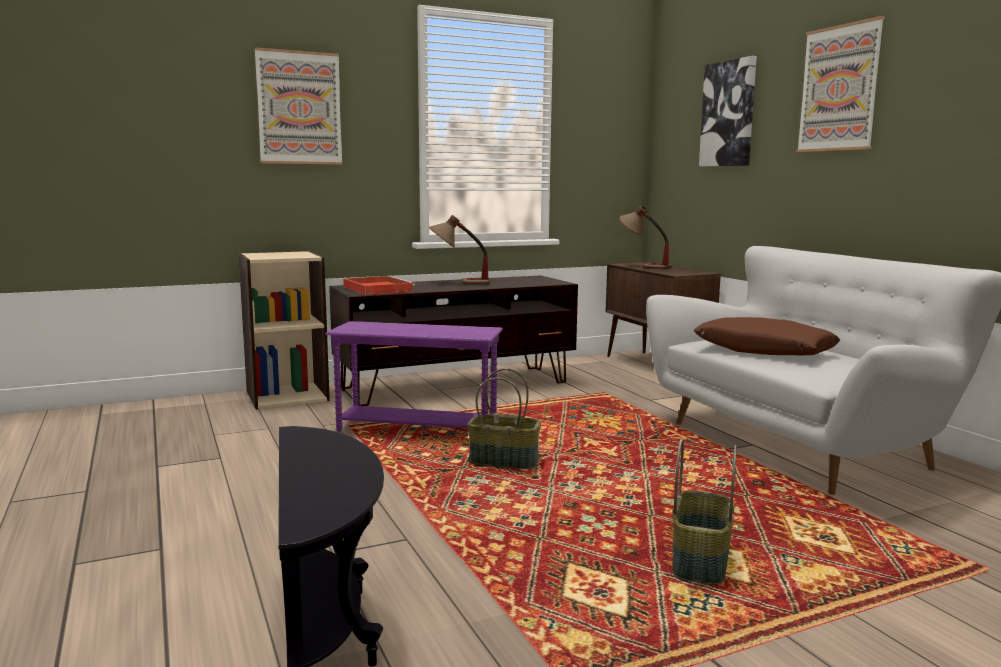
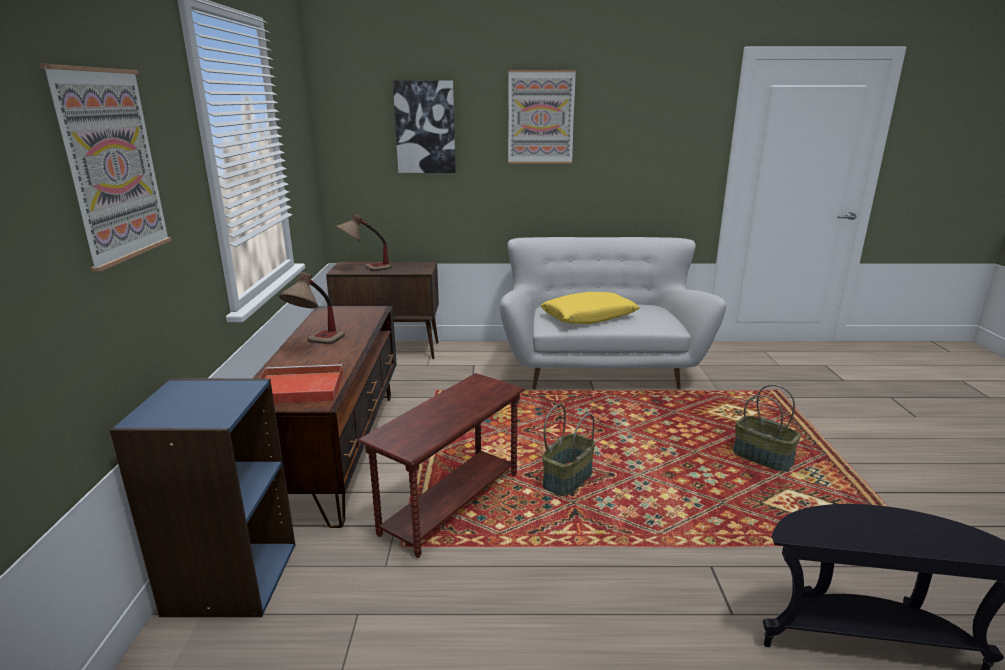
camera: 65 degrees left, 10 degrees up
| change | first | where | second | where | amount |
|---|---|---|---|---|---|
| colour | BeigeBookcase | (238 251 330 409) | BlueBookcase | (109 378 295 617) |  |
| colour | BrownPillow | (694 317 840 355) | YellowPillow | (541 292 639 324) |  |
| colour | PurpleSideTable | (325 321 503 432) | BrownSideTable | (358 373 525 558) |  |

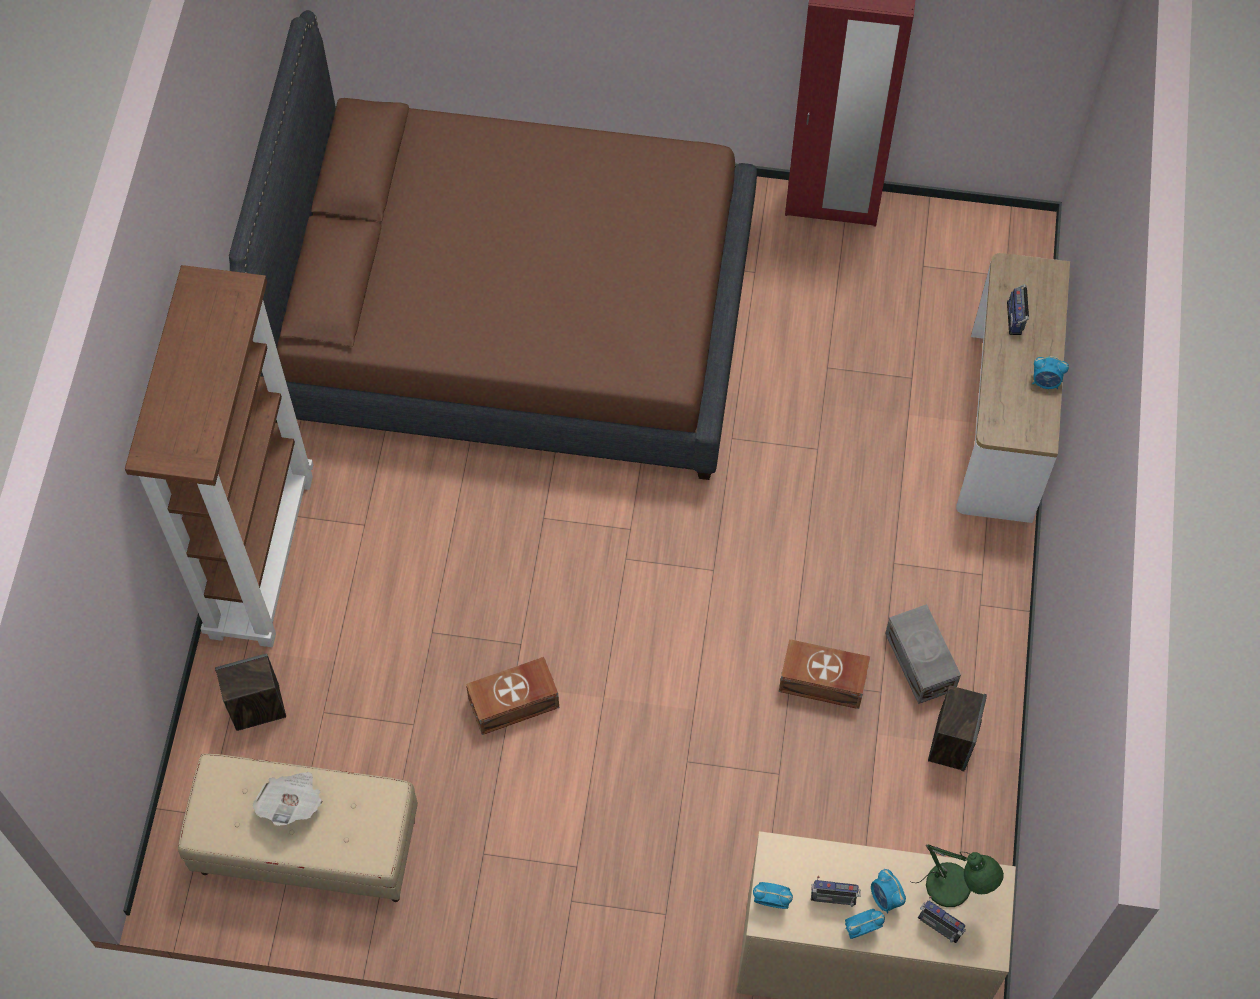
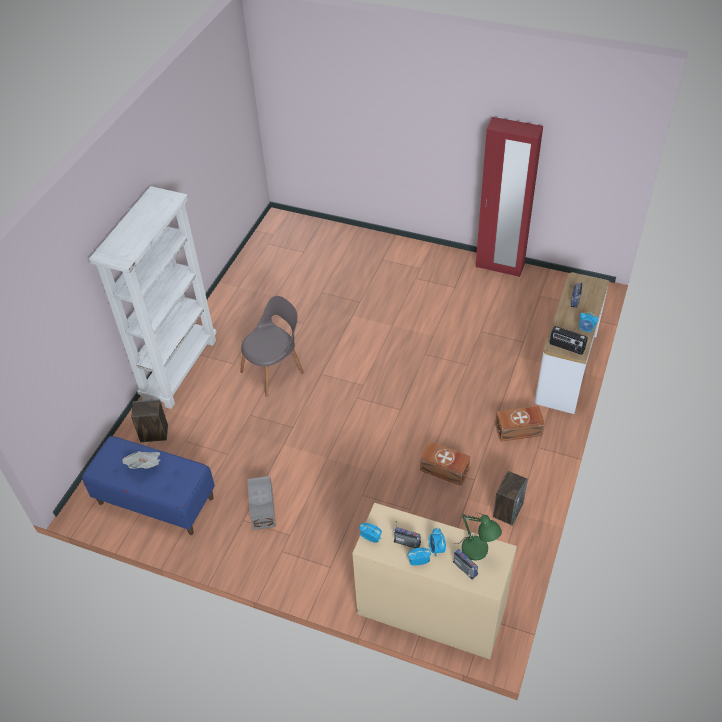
camera: 15 degrees right, 15 degrees down
| change | first | where | second | where | amount |
|---|---|---|---|---|---|
| missing | BrownBed | (229 10 757 480) |  |  |  |
| colour | BrownBookcase | (125 265 314 647) | WhiteBookcase | (89 186 217 409) |  |
| relocated | GreyStorageBox | (885 604 961 704) |  | (247 476 276 530) |  |
| relocated | BrownStorageBox | (466 657 559 735) |  | (495 406 545 442) |  |
| colour | BeigeBench | (178 754 418 902) | BlueBench | (82 436 215 535) |  |
| appeared |  |  | GreyChair | (240 296 304 397) |  |
| appeared |  |  | Radio | (550 326 588 355) |  |

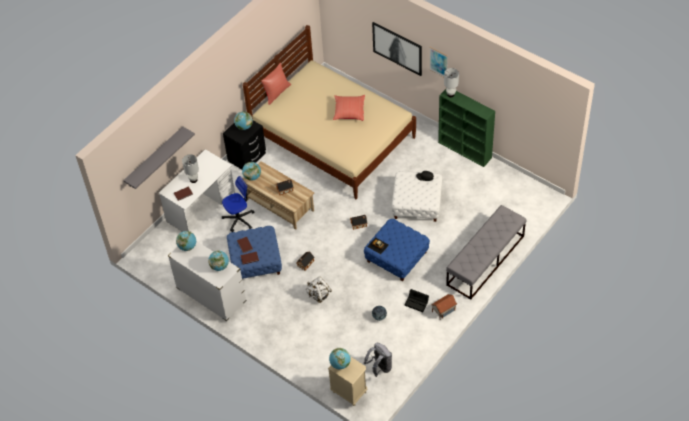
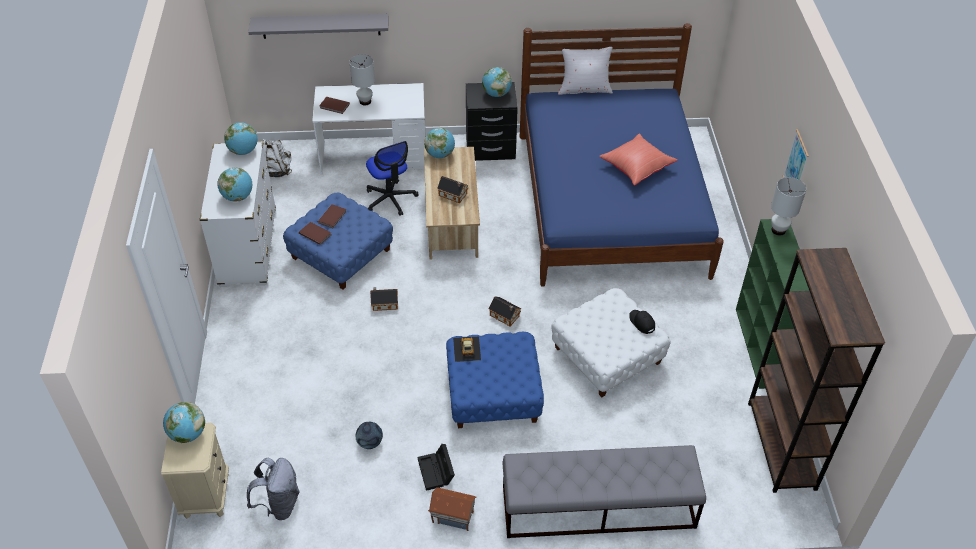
camera: 45 degrees right, 5 degrees down
| change | first | where | second | where | amount |
|---|---|---|---|---|---|
| missing | Picture | (372 22 422 76) |  |  |  |
| colour | BeigeBed | (243 25 416 199) | BlueBed | (520 23 724 287) |  |
| colour | RedPillow | (261 63 291 105) | WhitePillow | (558 47 613 95) |  |
| spun | OfficeChair | (222 176 255 232) |  | (366 141 419 216) | 45 degrees clockwise |
| relocated | WhiteBackpack | (306 276 332 303) |  | (262 139 292 177) |  |
| appeared |  |  | BrownBookcase | (748 248 885 493) |  |

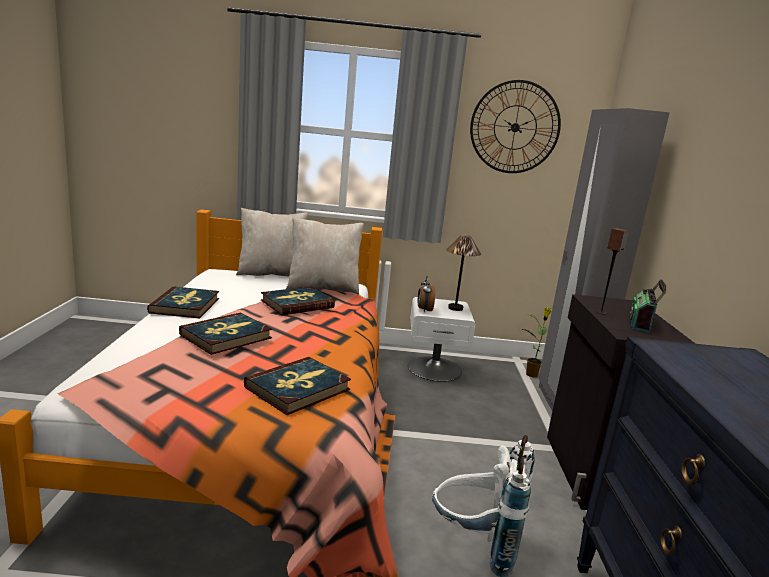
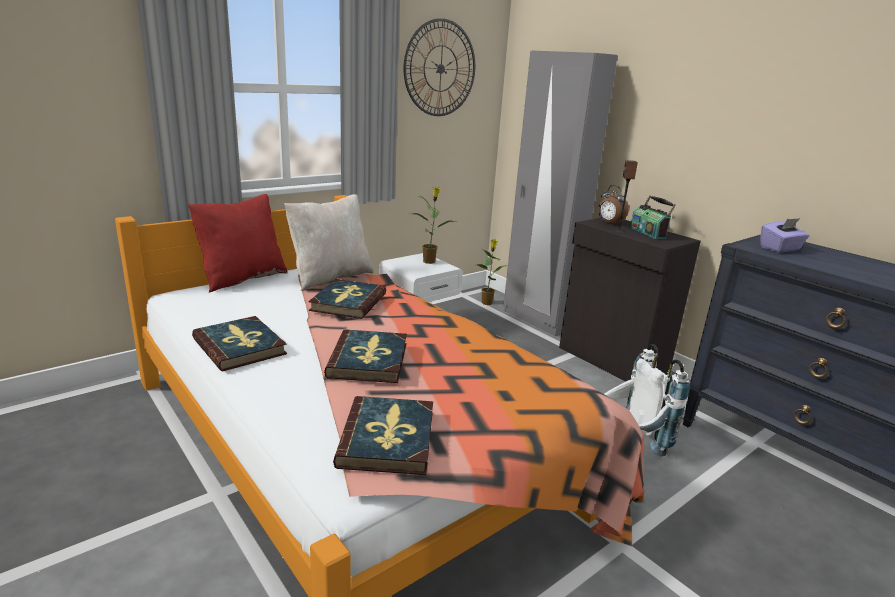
camera: 40 degrees left, 5 degrees up
| change | first | where | second | where | amount |
|---|---|---|---|---|---|
| colour | BeigePillow | (236 208 308 277) | RedPillow | (188 194 287 293) |  |
| exchanged | TableLamp | (446 235 481 311) | PottedPlant | (413 187 455 264) |  |
| relocated | AlarmClock | (418 276 435 313) |  | (598 185 629 226) |  |
| relocated | Book | (244 357 351 415) |  | (333 396 433 475) |  |
| appeared |  |  | PurpleTissueBox | (761 218 809 253) |  |

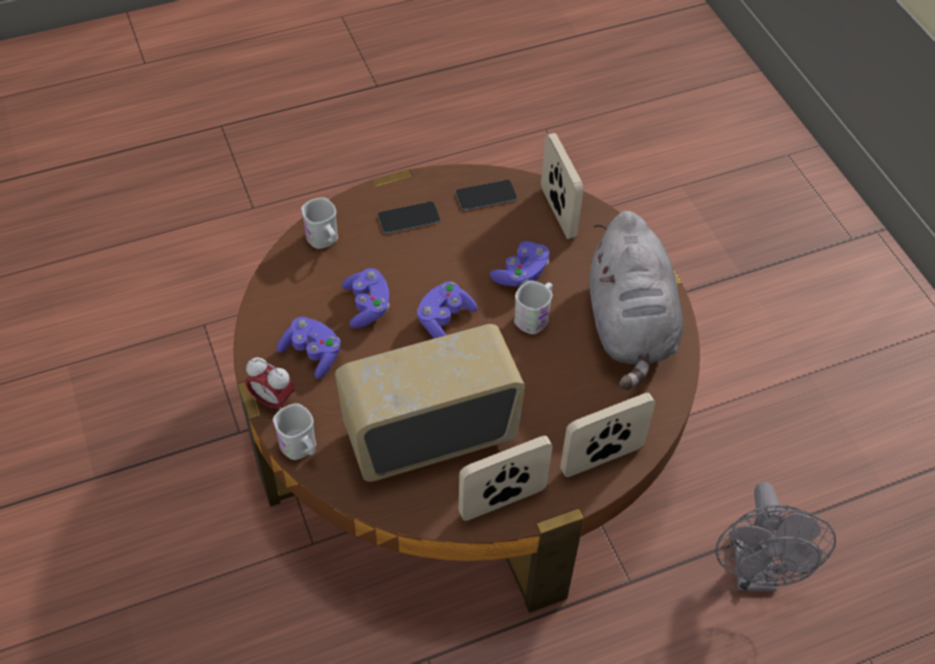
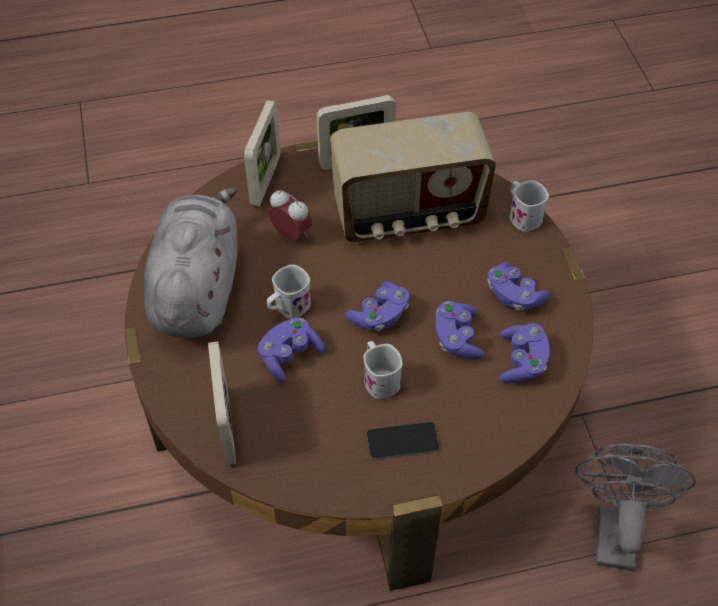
camera: 170 degrees left, 0 degrees up
| change | first | where | second | where | amount |
|---|---|---|---|---|---|
| missing | Phone | (456 180 517 210) |  |  |  |
| relocated | WhiteMug | (301 197 338 249) |  | (364 341 403 399) |  |
| relocated | AlarmClock | (246 357 295 410) |  | (268 190 312 240) |  |
| spun | PictureFrame | (560 393 655 477) |  | (244 100 280 207) | 60 degrees counterclockwise |
| relocated | GreyFan | (715 482 836 591) |  | (575 443 696 571) |  |
| appeared |  |  | PurpleGameController | (500 323 549 383) |  |

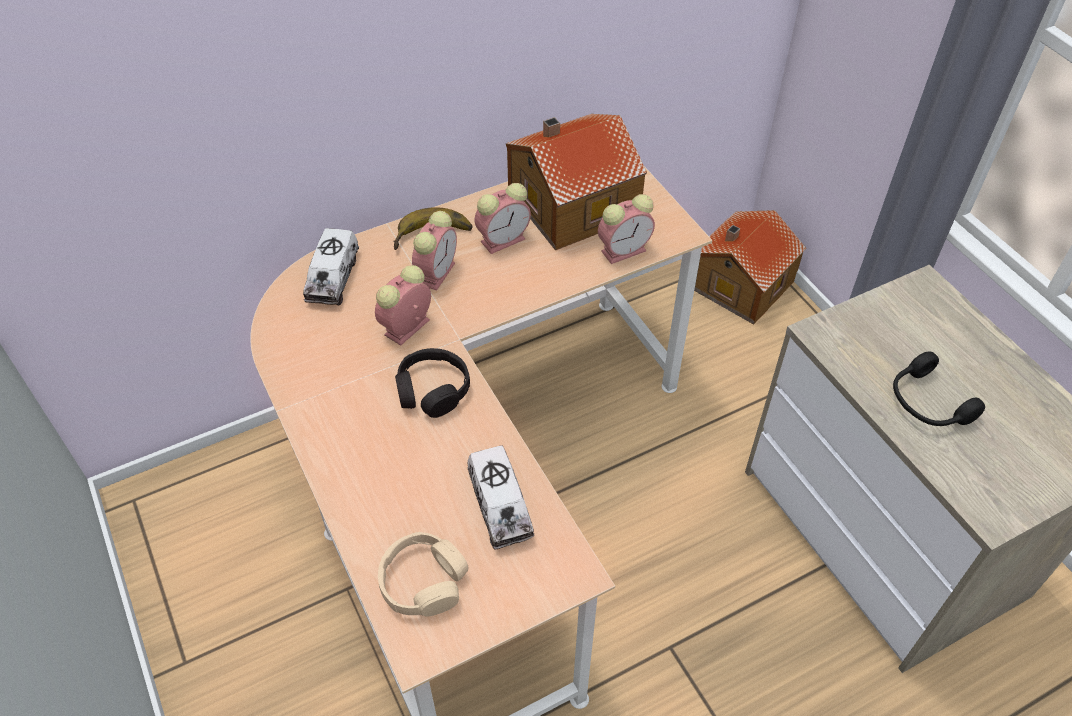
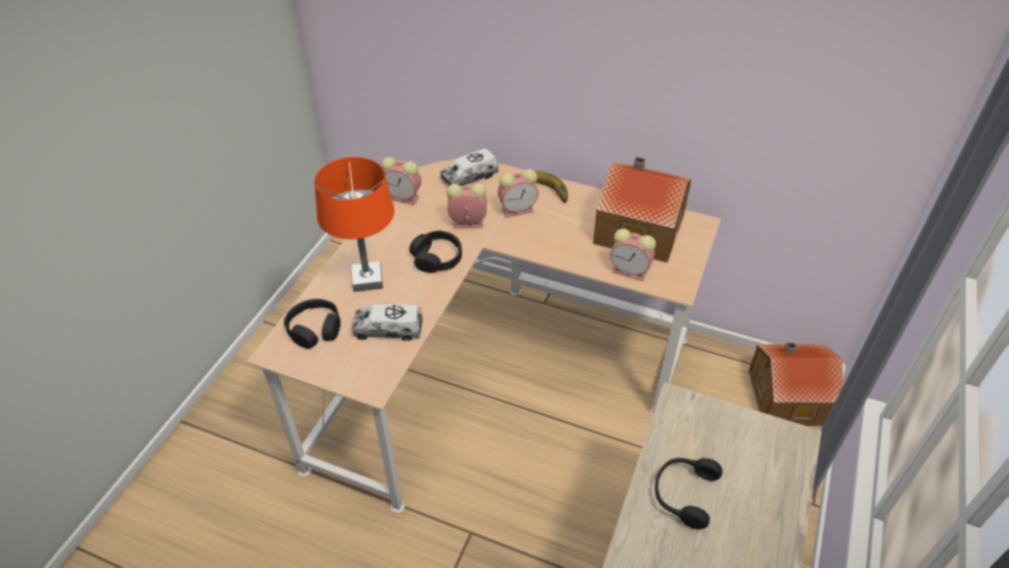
camera: 50 degrees right, 5 degrees down
| change | first | where | second | where | amount |
|---|---|---|---|---|---|
| relocated | AlarmClock | (475 183 531 254) |  | (381 157 422 205) |  |
| spun | ToyTruck | (468 445 534 550) |  | (352 304 423 341) | 60 degrees clockwise |
| colour | BeigeHeadphones | (378 532 468 617) | BlackHeadphones | (284 299 341 349) |  |
| appeared |  |  | OrangeTableLamp | (314 157 394 292) |  |

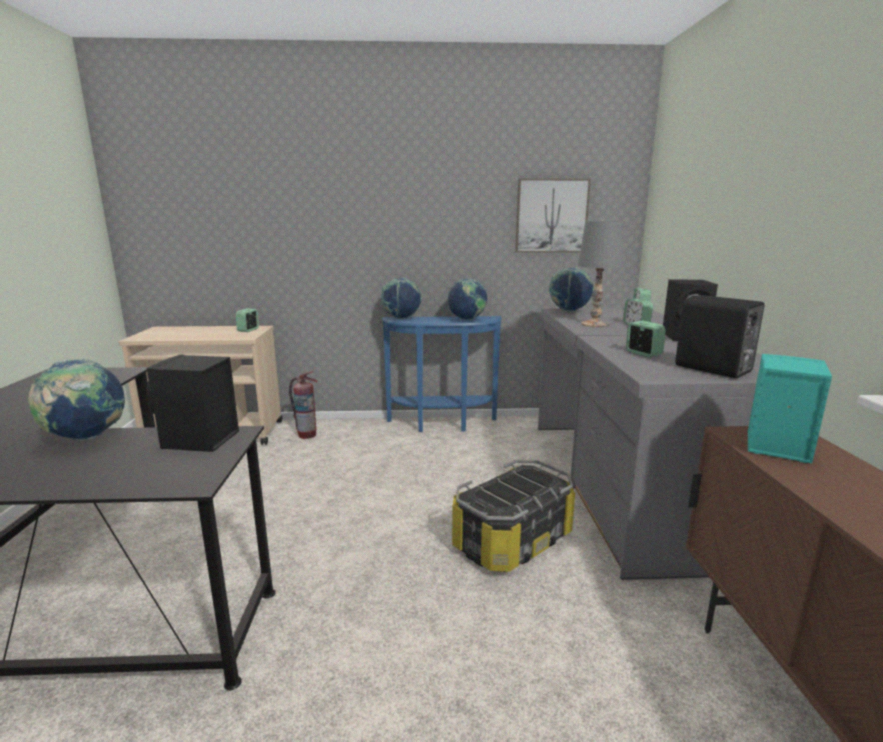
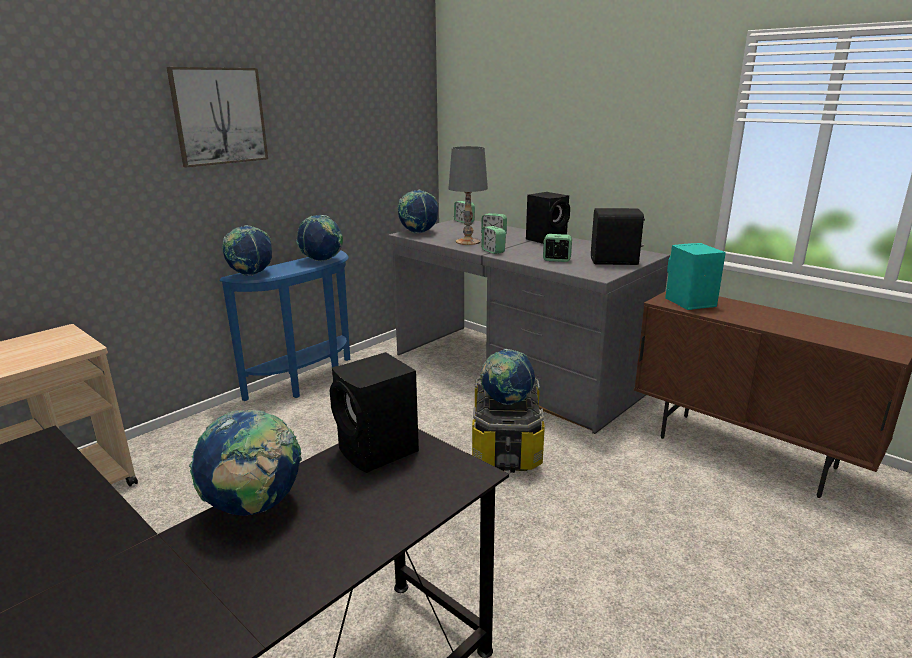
camera: 45 degrees left, 5 degrees up
| change | first | where | second | where | amount |
|---|---|---|---|---|---|
| relocated | Picture | (515 178 591 253) |  | (167 67 268 167) |  |
| relocated | AlarmClock | (236 308 259 332) |  | (481 226 506 254) |  |
| missing | FireExtinguisher | (289 371 318 439) |  |  |  |
| appeared |  |  | Globe | (480 349 535 405) |  |

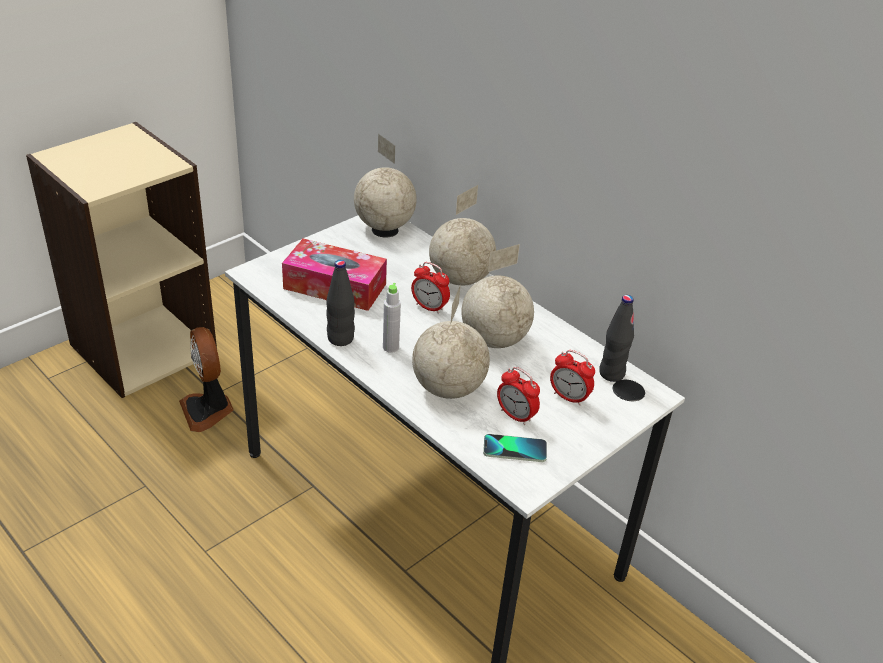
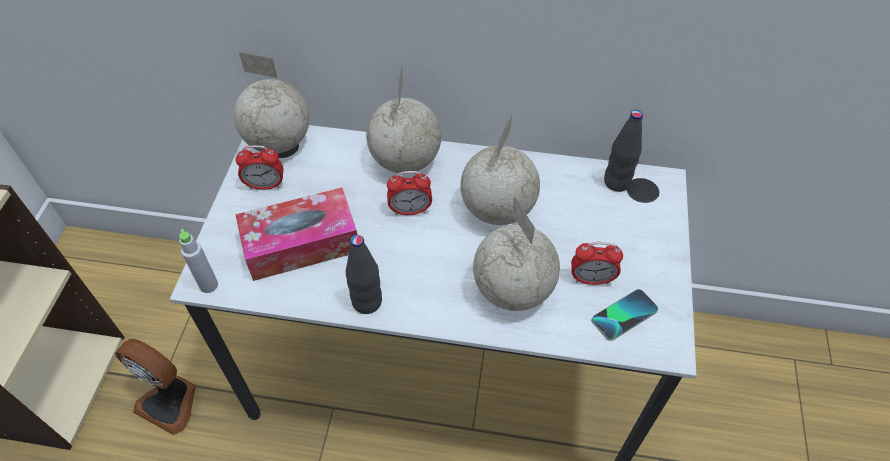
camera: 35 degrees left, 15 degrees up
| change | first | where | second | where | amount |
|---|---|---|---|---|---|
| relocated | GreyBottle | (383 283 401 353) |  | (179 229 218 293) |  |
| relocated | AlarmClock | (550 350 595 406) |  | (235 145 283 190) |  |

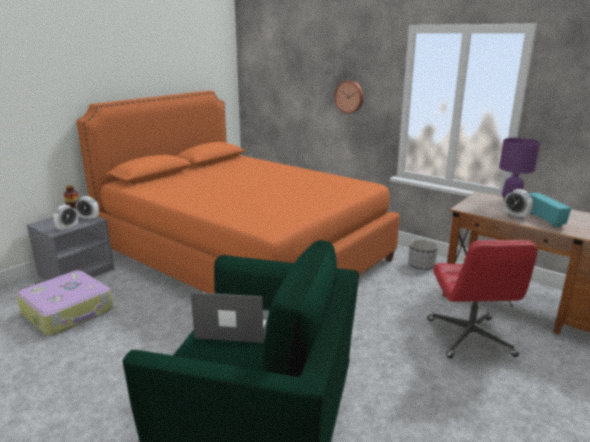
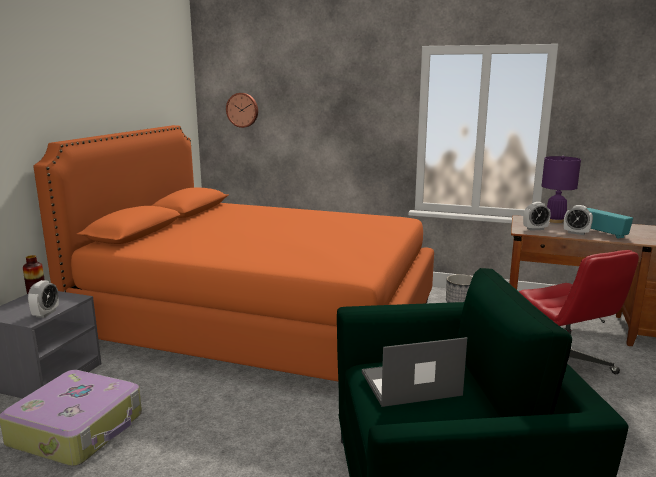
camera: 20 degrees left, 5 degrees down
| change | first | where | second | where | amount |
|---|---|---|---|---|---|
| relocated | WallClock | (334 80 363 114) |  | (226 93 258 128) |  |
| relocated | AlarmClock | (76 196 99 220) |  | (523 202 551 231) |  |

